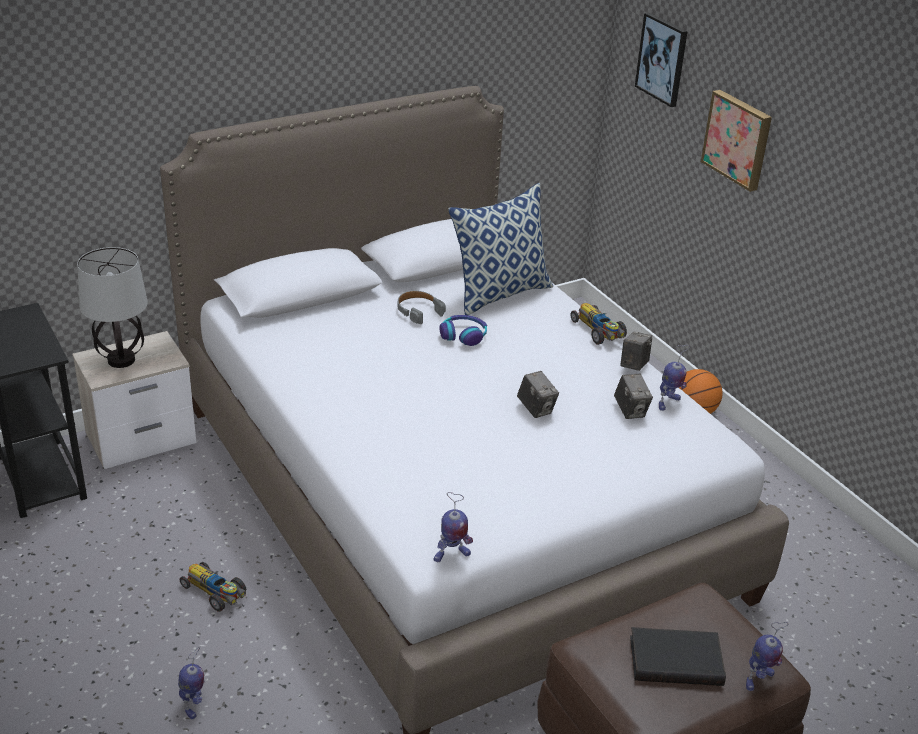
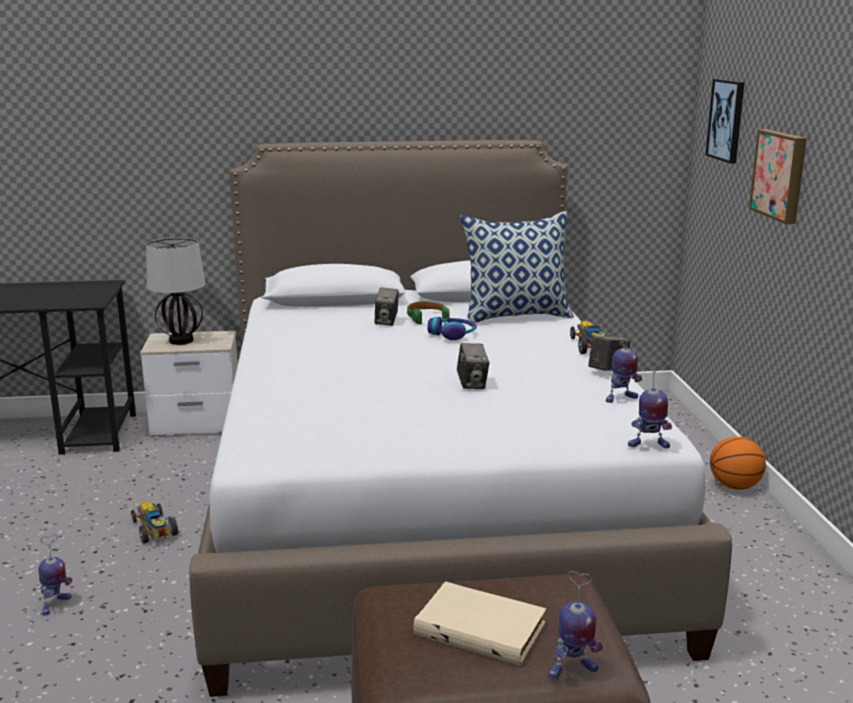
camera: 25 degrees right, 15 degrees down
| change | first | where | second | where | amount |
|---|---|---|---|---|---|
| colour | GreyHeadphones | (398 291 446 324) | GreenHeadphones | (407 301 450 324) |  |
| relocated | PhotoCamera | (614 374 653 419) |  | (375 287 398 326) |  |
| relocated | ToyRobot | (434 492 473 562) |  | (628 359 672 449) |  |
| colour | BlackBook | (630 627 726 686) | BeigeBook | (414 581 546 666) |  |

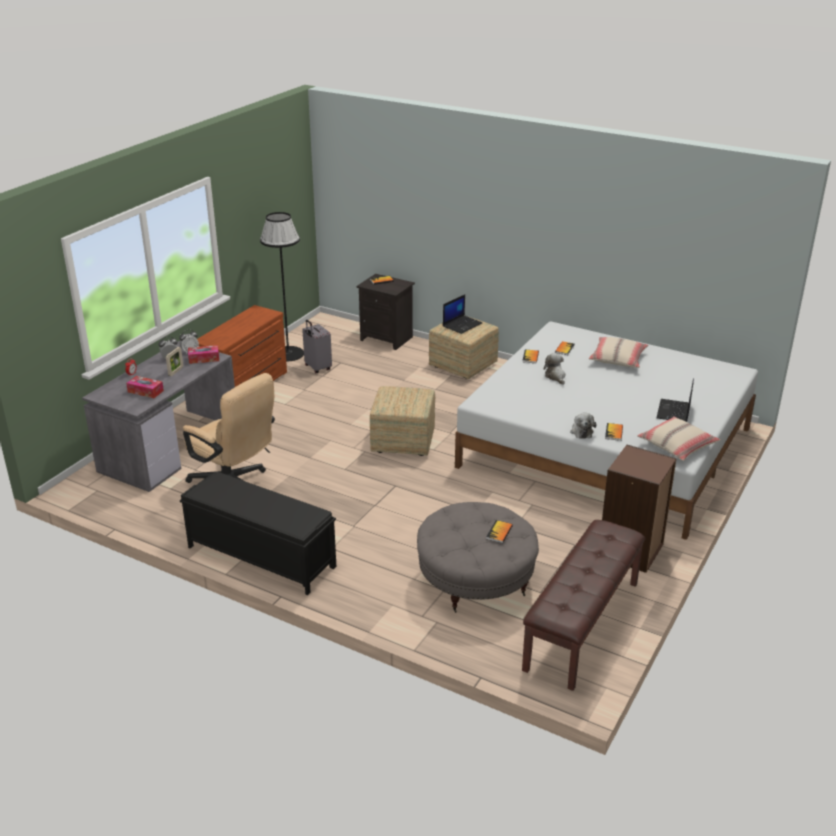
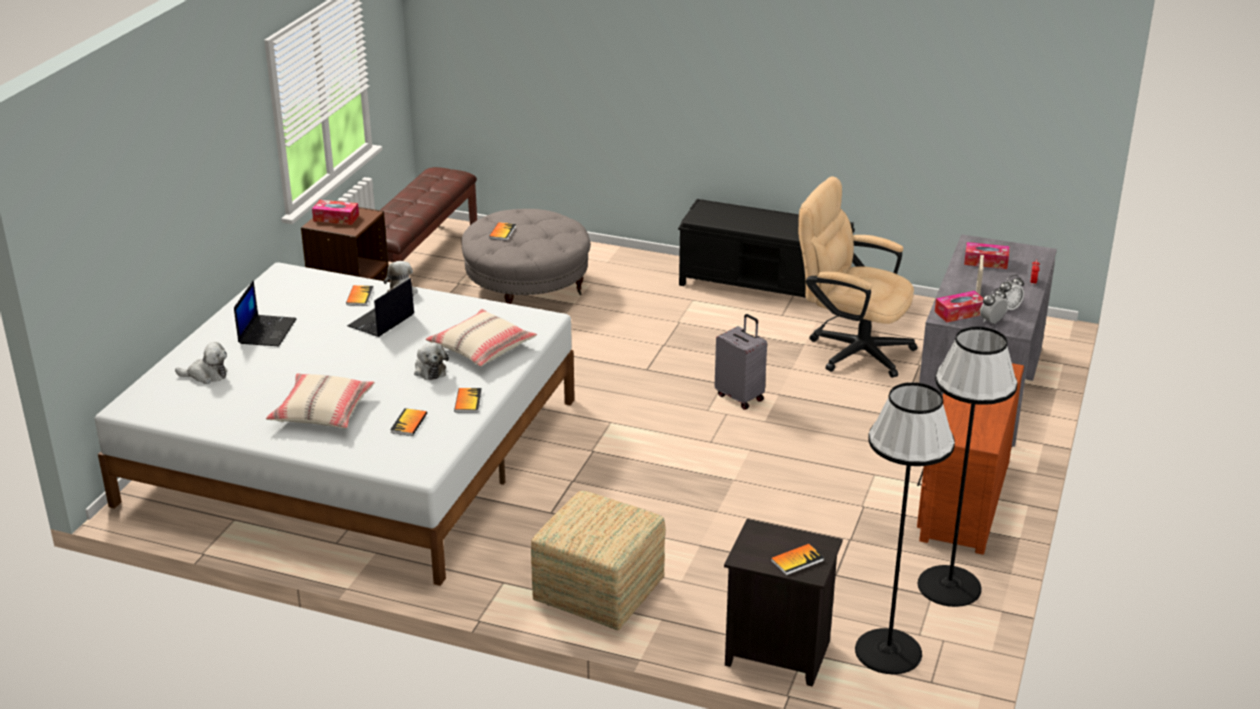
camera: 170 degrees right, 0 degrees up
| change | first | where | second | where | amount |
|---|---|---|---|---|---|
| relocated | Laptop | (443 294 482 334) |  | (347 278 414 337) |  |
| relocated | GreySuitcase | (302 320 332 374) |  | (715 314 767 410) |  |
| missing | Ottoman | (370 386 435 456) |  |  |  |
| relocated | BeigePillow | (637 417 720 461) |  | (425 309 537 366) |  |
| appeared |  |  | TissueBox | (312 200 359 225) |  |
| appeared |  |  | PlushToy | (175 342 227 384) |  |
| appeared |  |  | BlackFloorLamp | (855 382 955 674) |  |

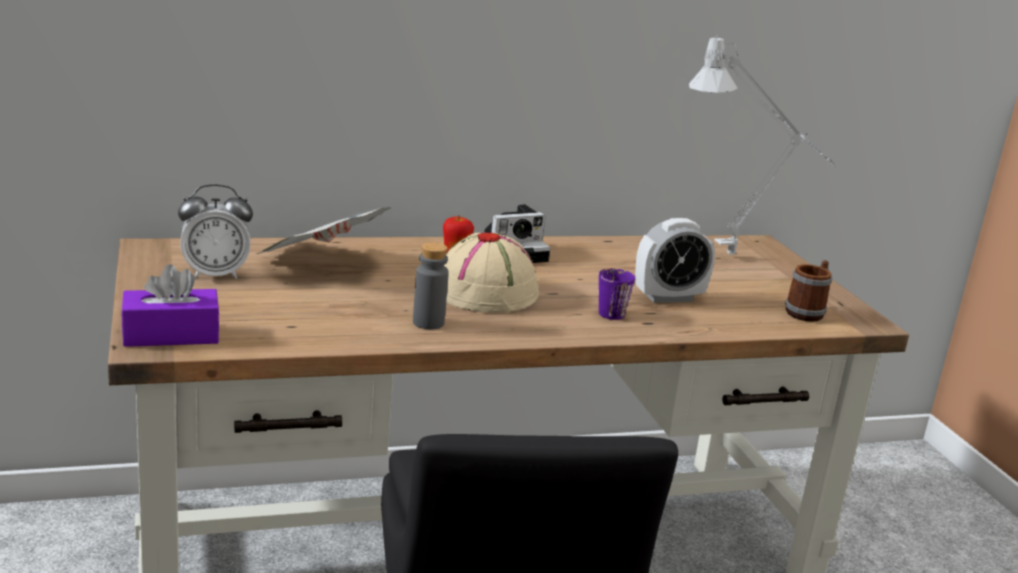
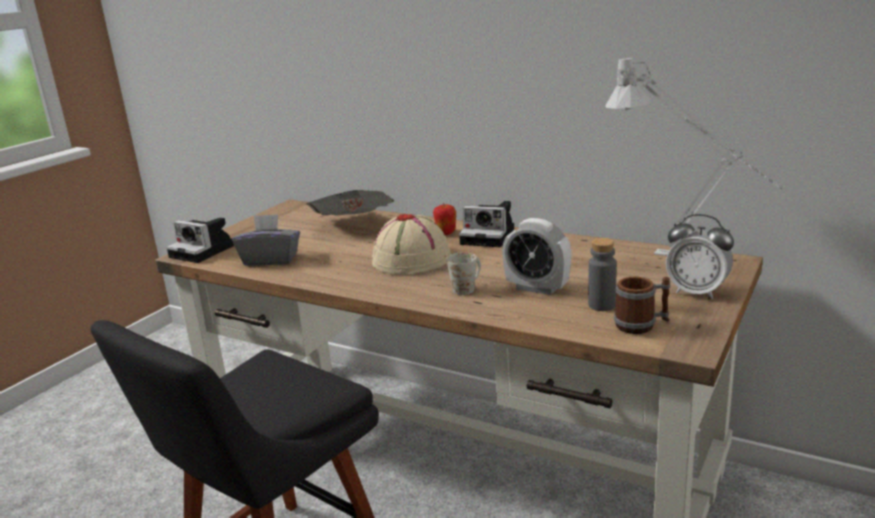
camera: 50 degrees right, 0 degrees up
| change | first | where | second | where | amount |
|---|---|---|---|---|---|
| relocated | AlarmClock | (178 184 253 279) |  | (666 214 734 299) |  |
| relocated | GreyBottle | (413 242 449 329) |  | (588 238 617 311) |  |
| exchanged | PurpleTissueBox | (121 264 220 347) | PhotoCamera | (166 217 234 263) |  |
| colour | PurpleMug | (599 268 635 320) | WhiteMug | (447 252 481 295) |  |
| appeared |  |  | GreyTissueBox | (232 214 300 266) |  |

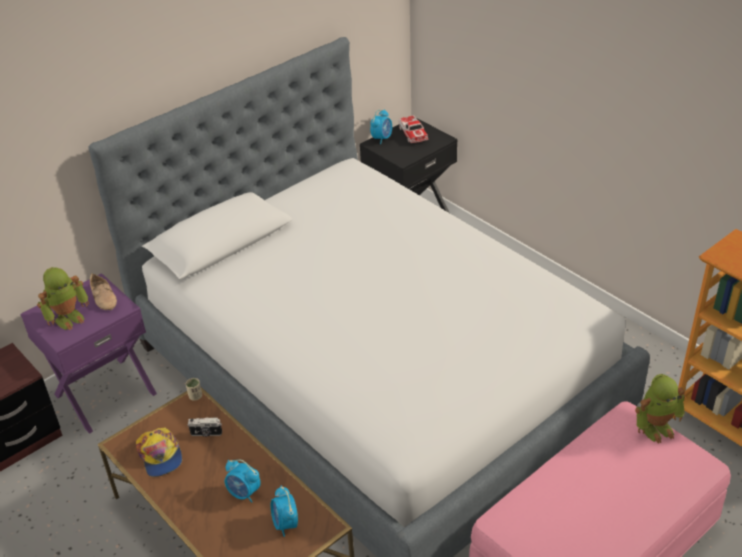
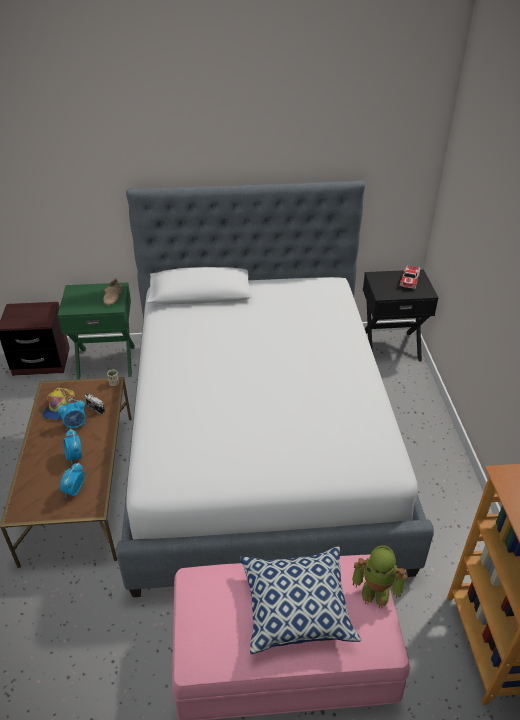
camera: 35 degrees right, 0 degrees up
| change | first | where | second | where | amount |
|---|---|---|---|---|---|
| relocated | AlarmClock | (370 109 392 144) |  | (58 399 86 431) |  |
| missing | ToyRobot | (37 267 89 330) |  |  |  |
| colour | PurpleNightstand | (20 273 157 434) | GreenNightstand | (57 282 135 379) |  |
| appeared |  |  | Pillow | (240 546 361 654) |  |

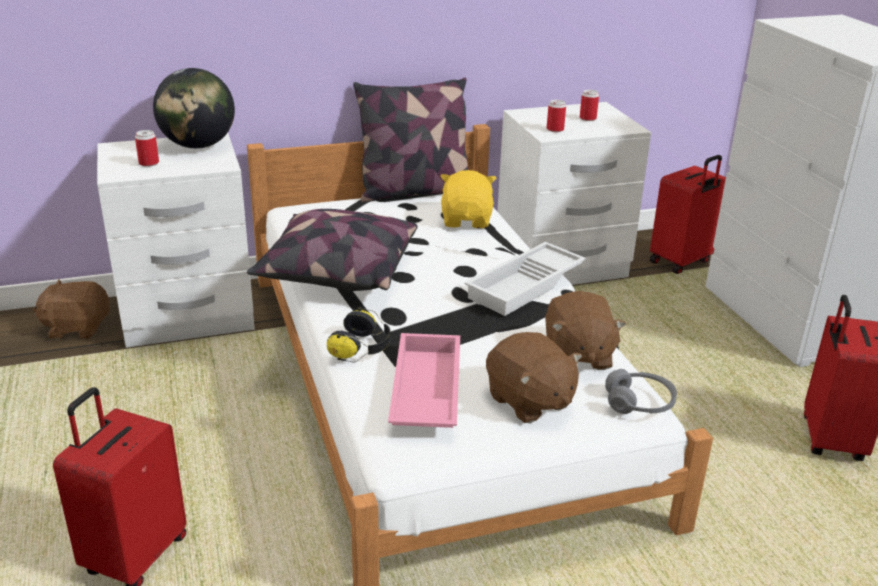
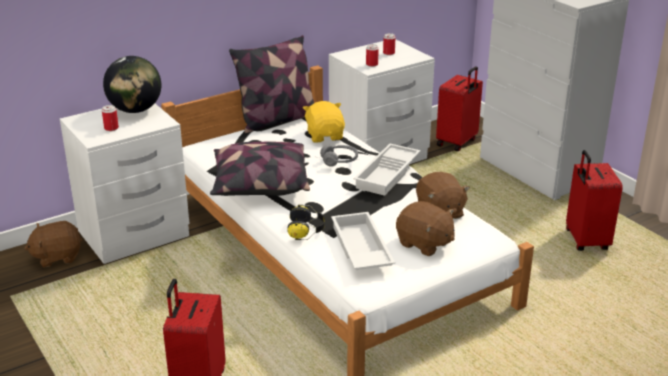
camera: 15 degrees left, 0 degrees up
| change | first | where | second | where | amount |
|---|---|---|---|---|---|
| colour | PinkTray | (388 333 460 428) | WhiteTray | (331 212 395 270) |  |
| relocated | GreyHeadphones | (605 369 677 414) |  | (320 144 358 167) |  |

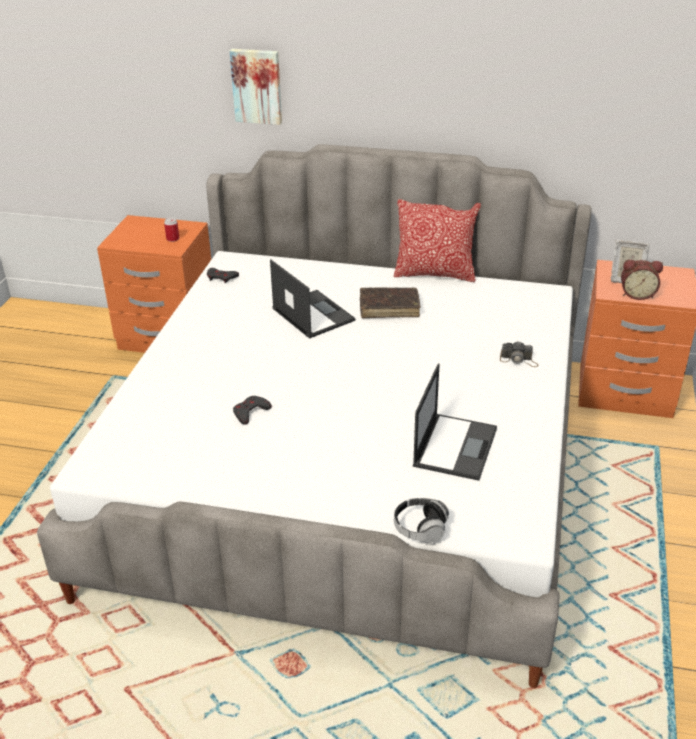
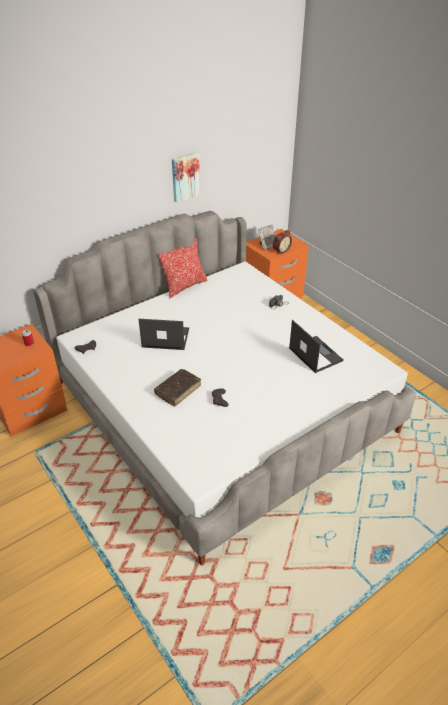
camera: 50 degrees left, 5 degrees up
| change | first | where | second | where | amount |
|---|---|---|---|---|---|
| relocated | Picture | (230 49 282 125) |  | (172 152 200 203) |  |
| relocated | BrownBook | (360 288 421 318) |  | (154 369 201 407) |  |
| missing | Headphones | (394 498 449 542) |  |  |  |

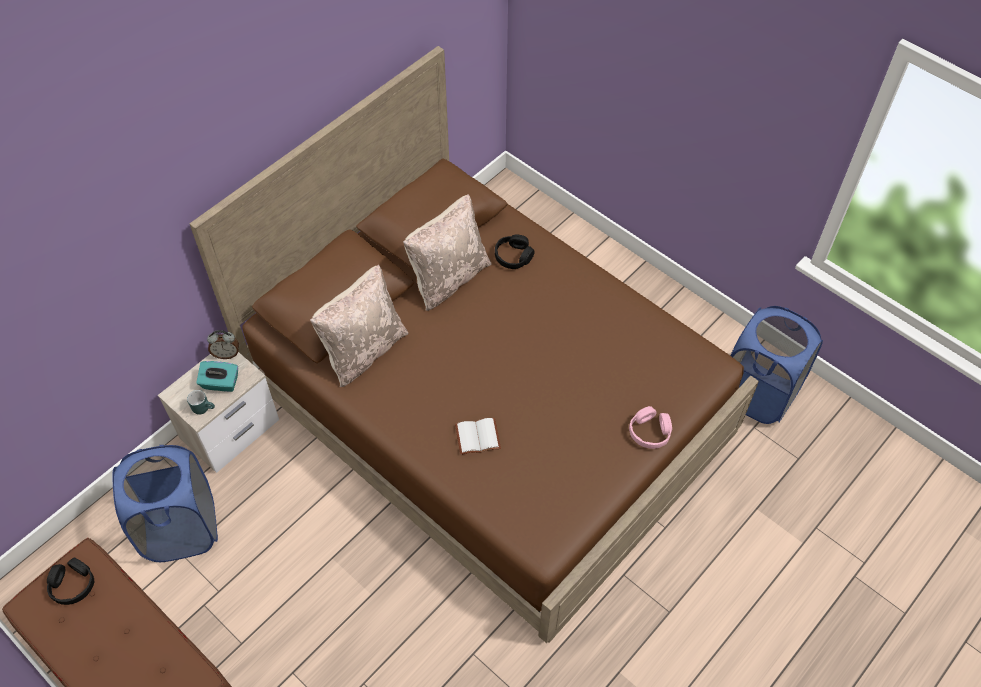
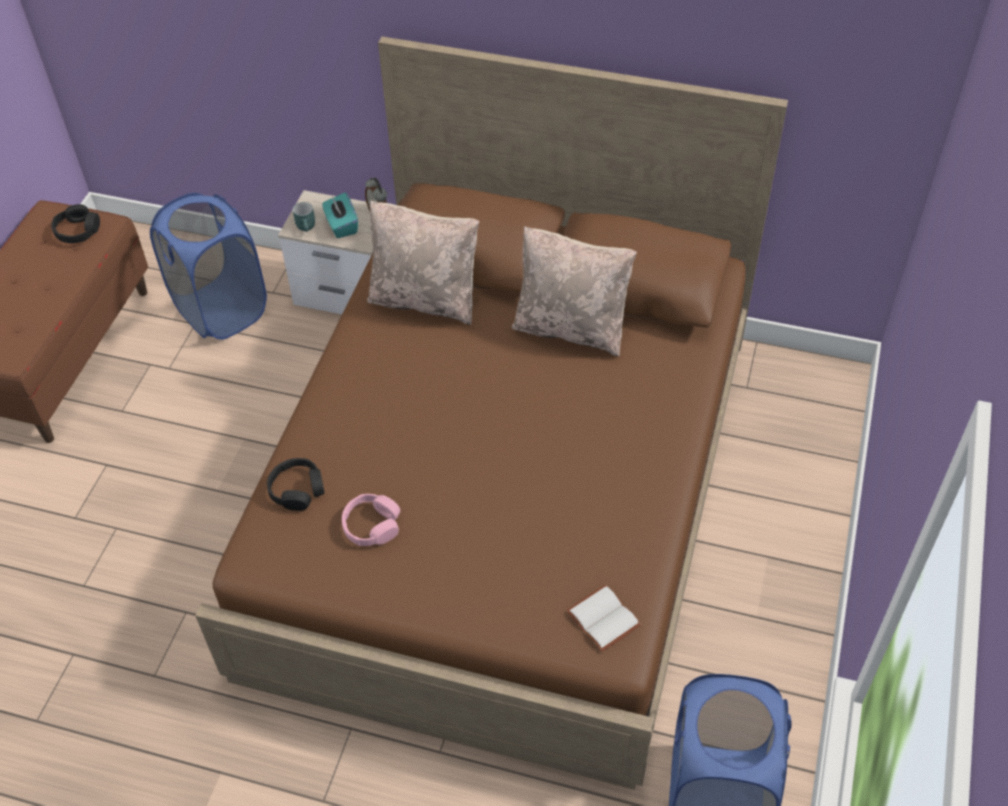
camera: 65 degrees right, 5 degrees down
| change | first | where | second | where | amount |
|---|---|---|---|---|---|
| relocated | BlackHeadphones | (495 234 535 269) |  | (267 458 324 511) |  |
| relocated | PinkHeadphones | (629 406 672 449) |  | (342 494 400 546) |  |
| relocated | WhiteBook | (455 418 501 455) |  | (566 585 642 652) |  |

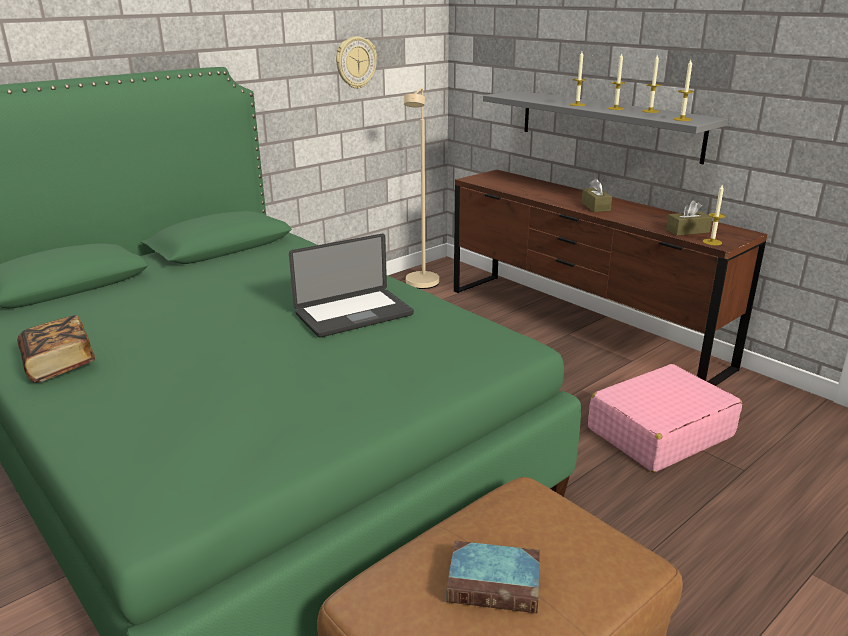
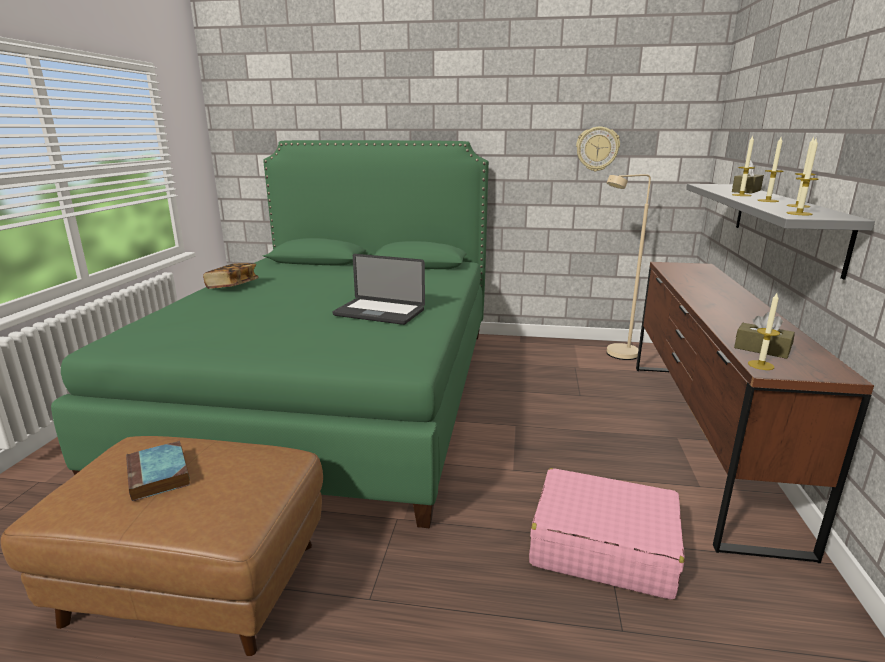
camera: 50 degrees right, 5 degrees down
| change | first | where | second | where | amount |
|---|---|---|---|---|---|
| relocated | BrownTissueBox | (581 178 612 212) |  | (732 160 764 194) |  |

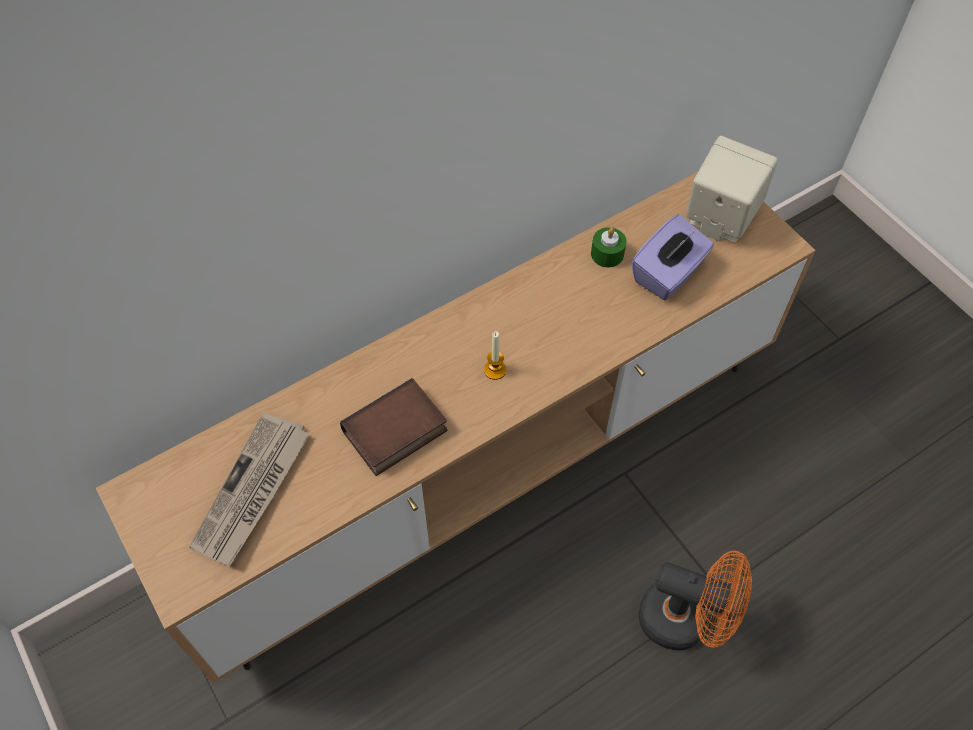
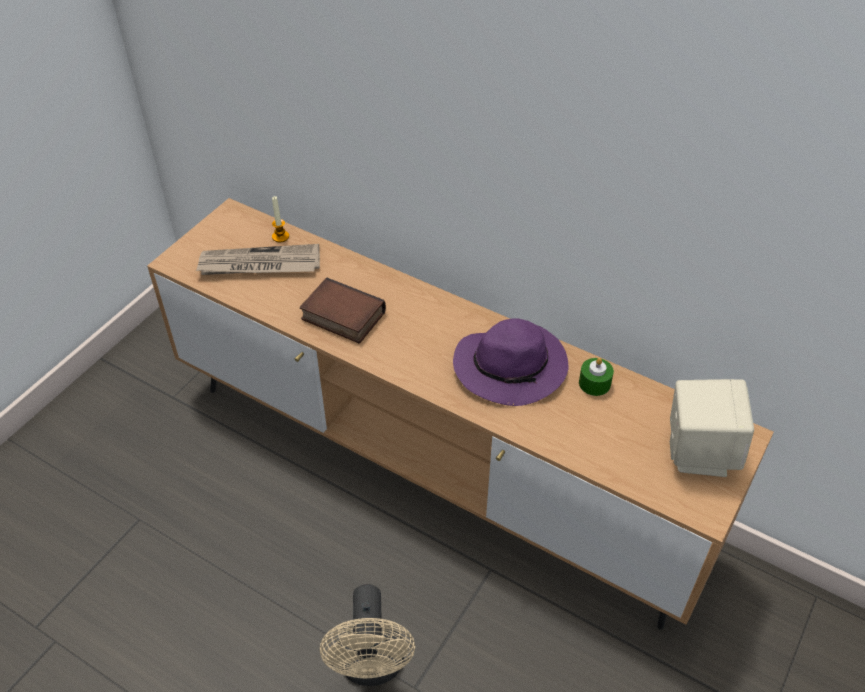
camera: 65 degrees right, 10 degrees down
| change | first | where | second | where | amount |
|---|---|---|---|---|---|
| missing | PurpleTissueBox | (632 214 714 300) |  |  |  |
| relocated | Candle | (484 331 506 380) |  | (272 196 289 243) |  |
| colour | OrangeFan | (638 551 752 650) | BeigeFan | (320 584 415 686) |  |
| appeared |  |  | PurpleHat | (453 318 568 406) |  |

